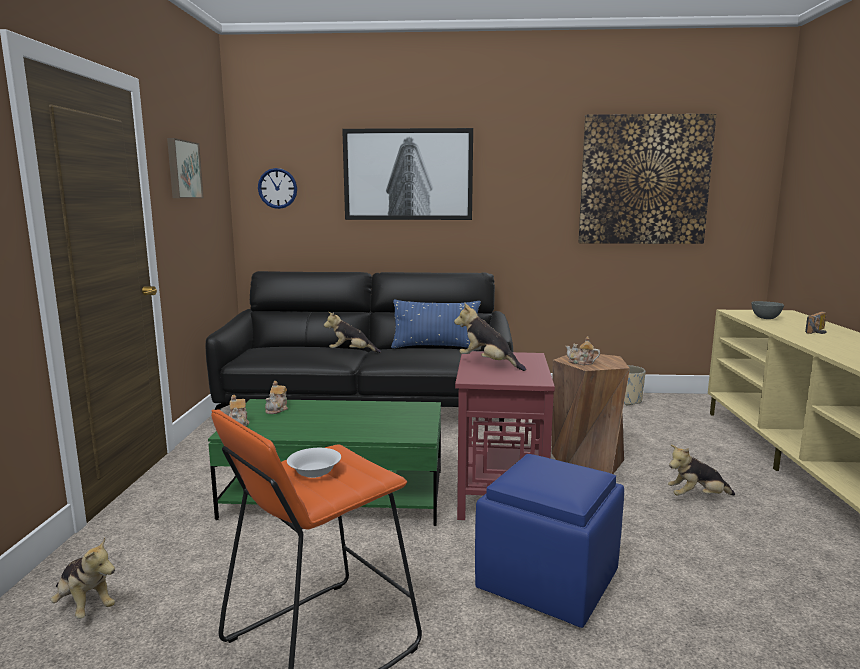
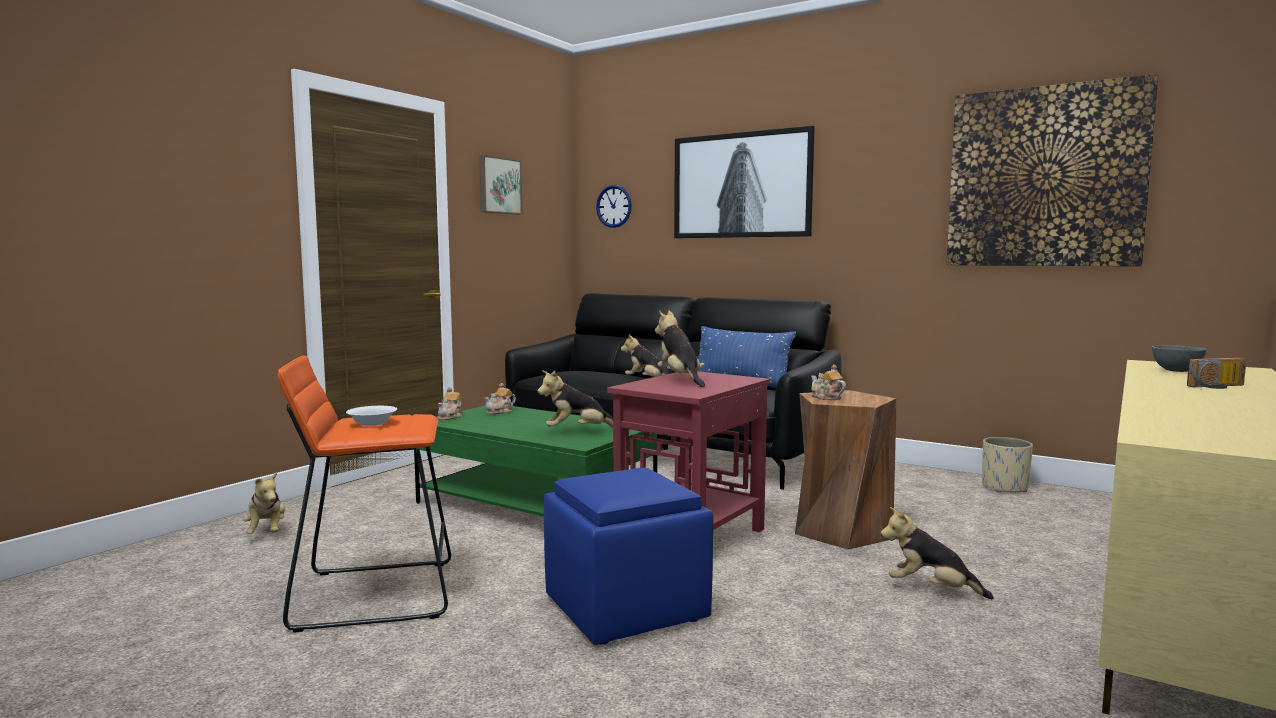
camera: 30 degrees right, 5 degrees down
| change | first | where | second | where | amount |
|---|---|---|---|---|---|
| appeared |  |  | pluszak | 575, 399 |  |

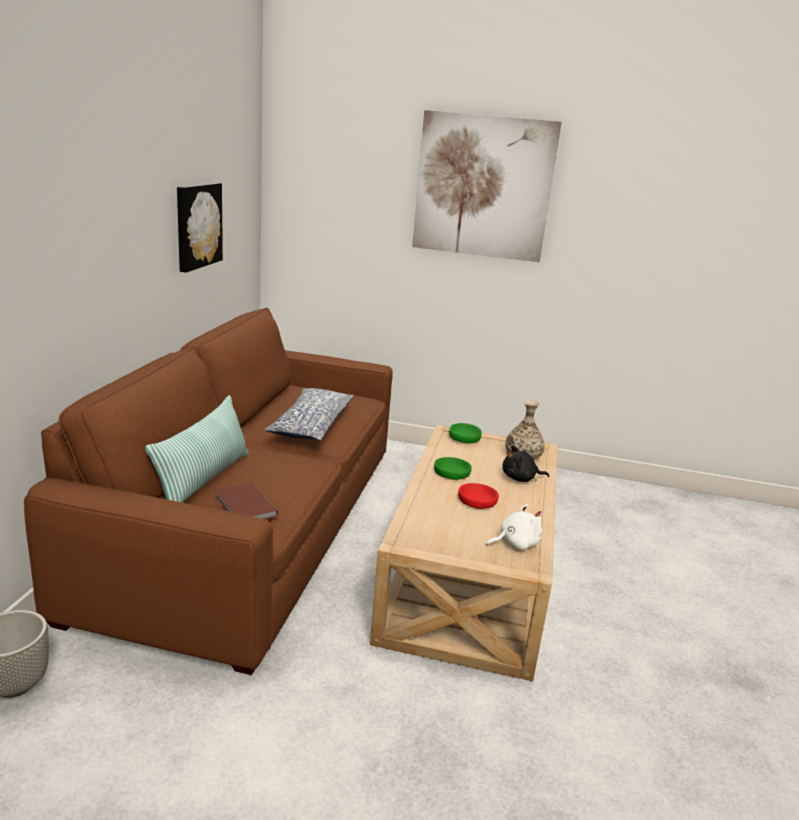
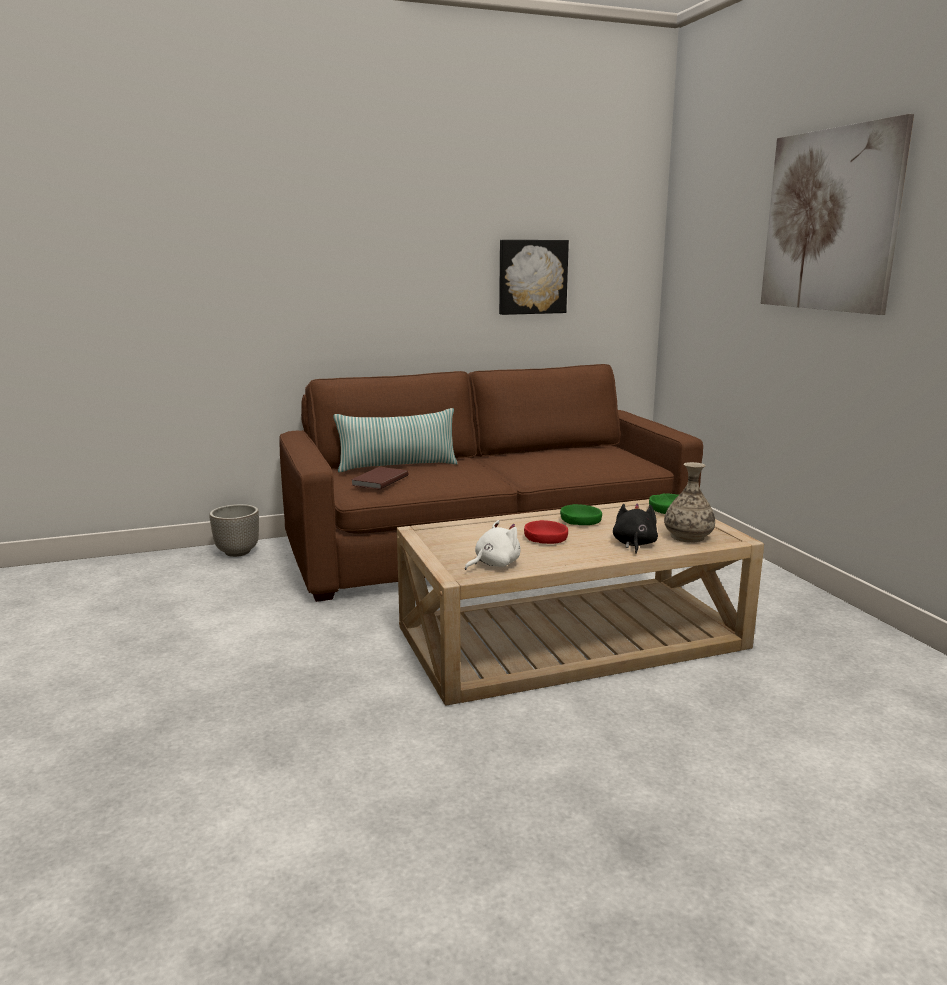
camera: 60 degrees right, 5 degrees down
| change | first | where | second | where | amount |
|---|---|---|---|---|---|
| missing | poduszka | 309, 414 |  |  |  |
| spun | pluszak [biały] | 514, 527 |  | 492, 545 | 75 degrees counterclockwise |
| spun | pluszak [czarny] | 525, 463 |  | 635, 528 | 45 degrees clockwise |

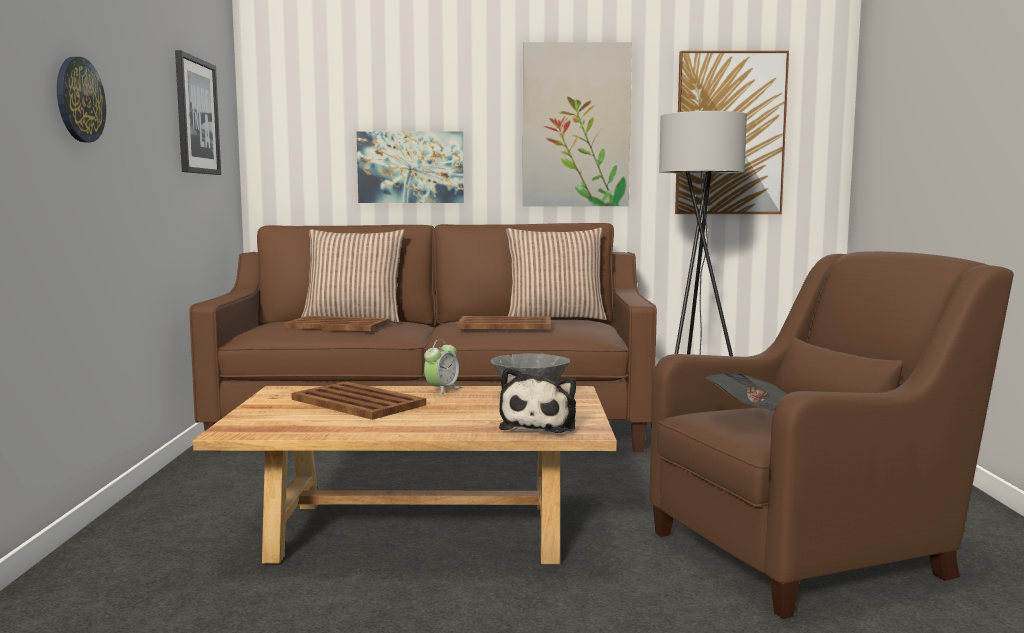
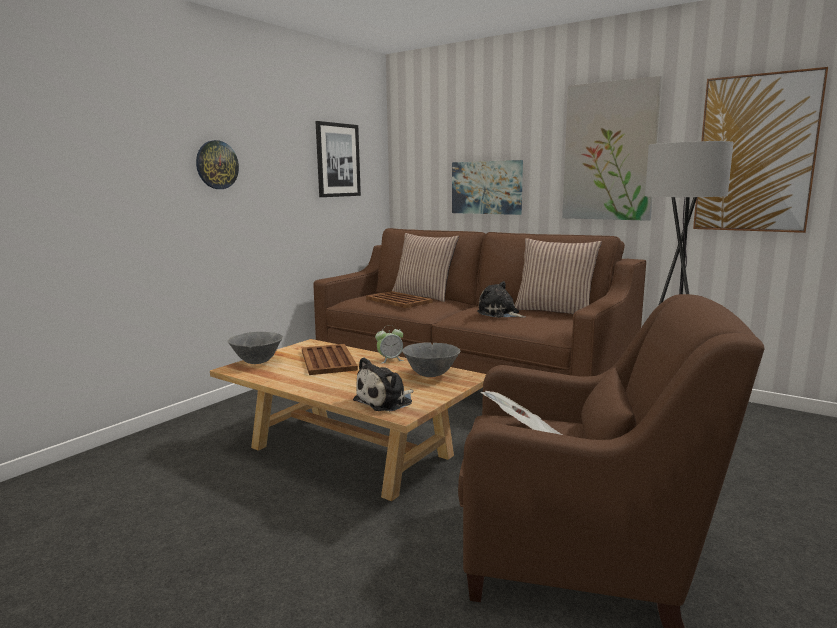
camera: 35 degrees right, 5 degrees up
| change | first | where | second | where | amount |
|---|---|---|---|---|---|
| appeared |  |  | miska [szary] | 255, 348 |  |
| exchanged | taca [brązowy] | 504, 322 | pluszak | 501, 299 |  |

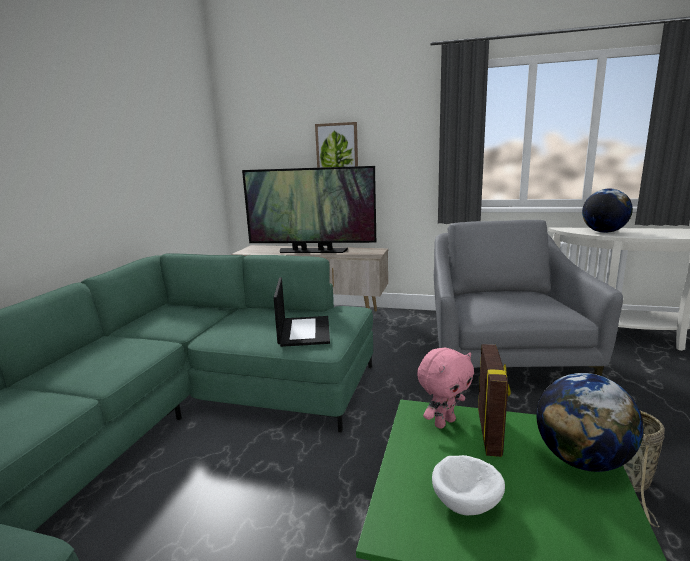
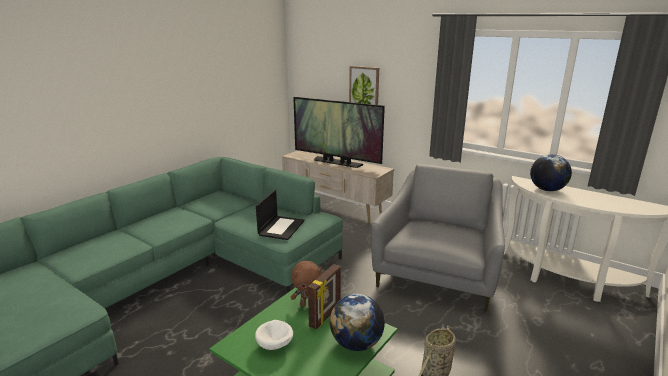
camera: 20 degrees right, 5 degrees up
| change | first | where | second | where | amount |
|---|---|---|---|---|---|
| colour | pluszak [różowy] | 445, 388 | pluszak [brązowy] | 306, 284 |  |

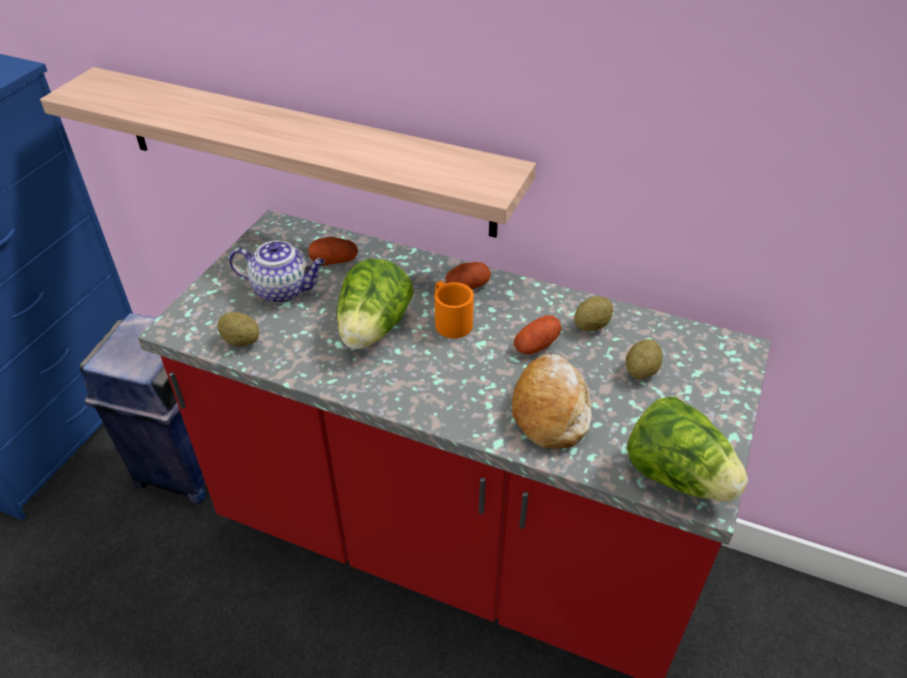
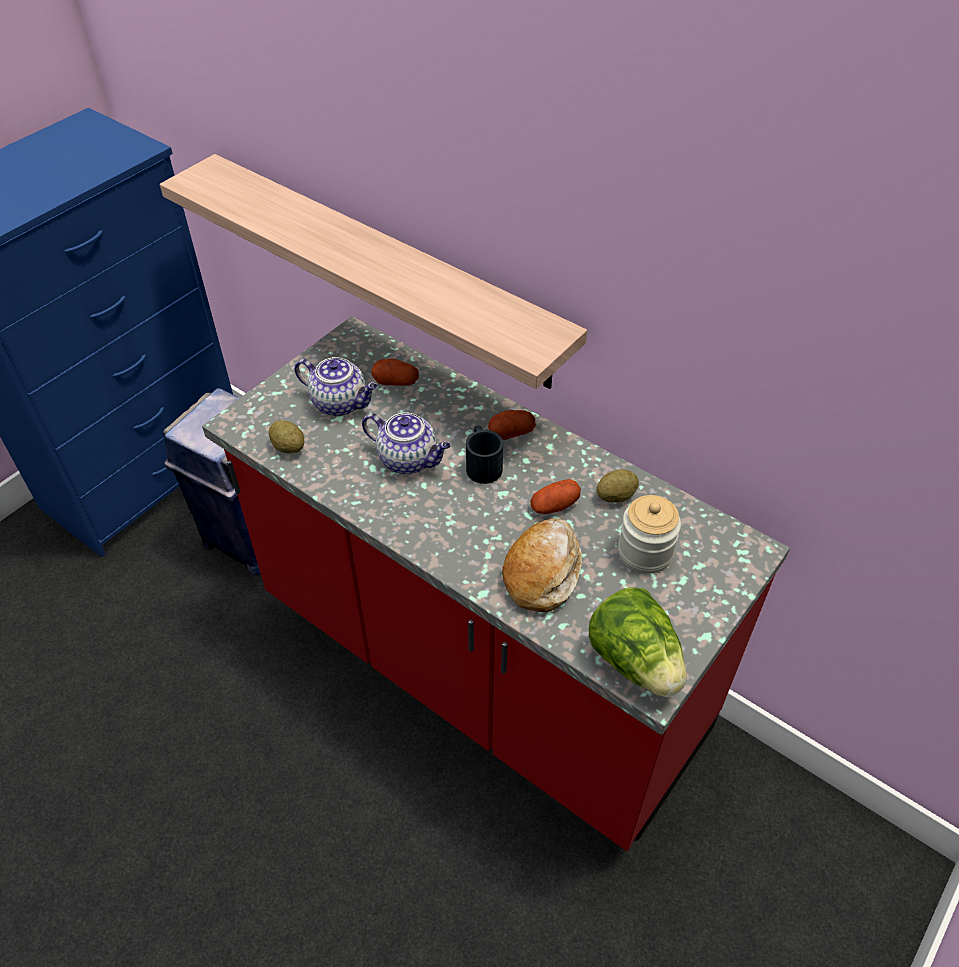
camera: 15 degrees right, 5 degrees up
| change | first | where | second | where | amount |
|---|---|---|---|---|---|
| exchanged | sałata | 375, 303 | imbryk | 406, 443 |  |
| exchanged | ziemniak | 643, 359 | słoik | 649, 534 |  |
| colour | kubek [pomarańczowy] | 454, 309 | kubek [czarny] | 484, 455 |  |

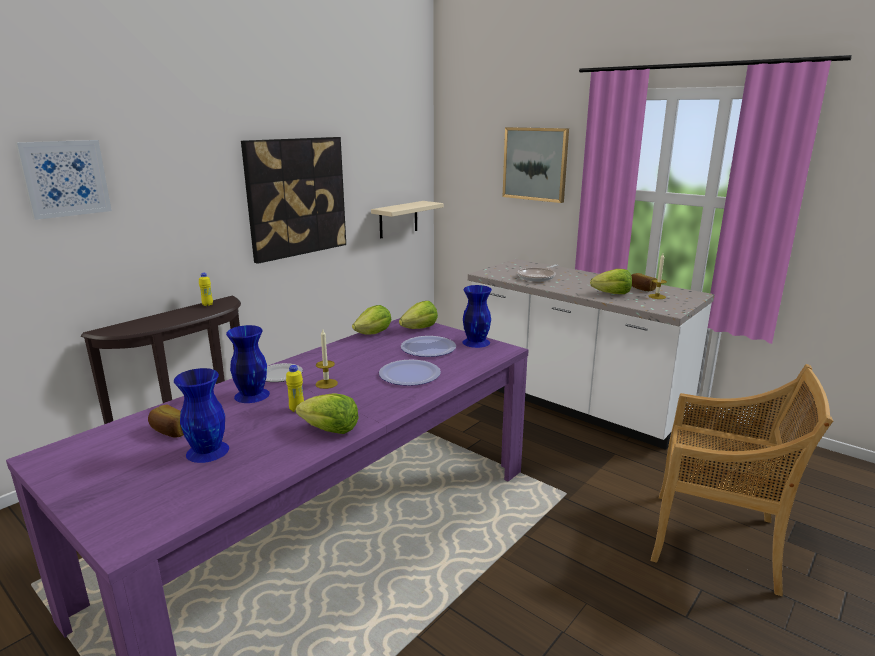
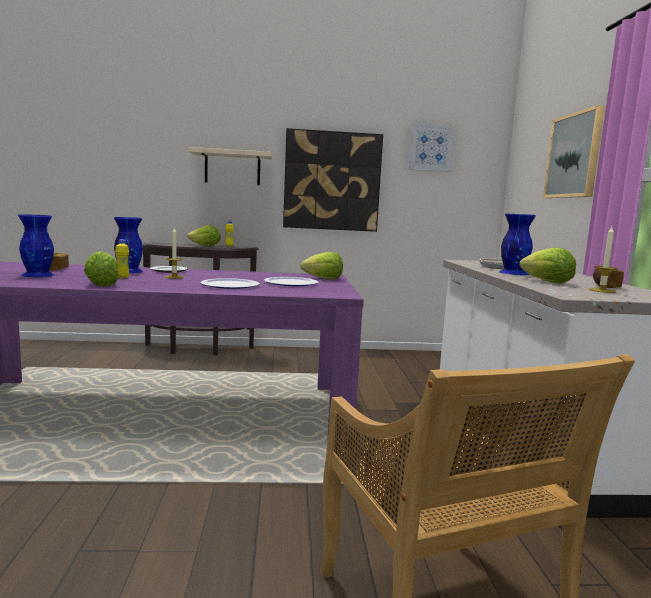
camera: 45 degrees right, 10 degrees down
| change | first | where | second | where | amount |
|---|---|---|---|---|---|
| relocated | obraz | 63, 180 |  | 432, 147 |  |
| relocated | sałata | 371, 320 |  | 204, 236 |  |
| relocated | półka [beżowy] | 407, 219 |  | 230, 166 |  |
| relocated | wazon [niebieski] | 477, 316 |  | 517, 244 |  |

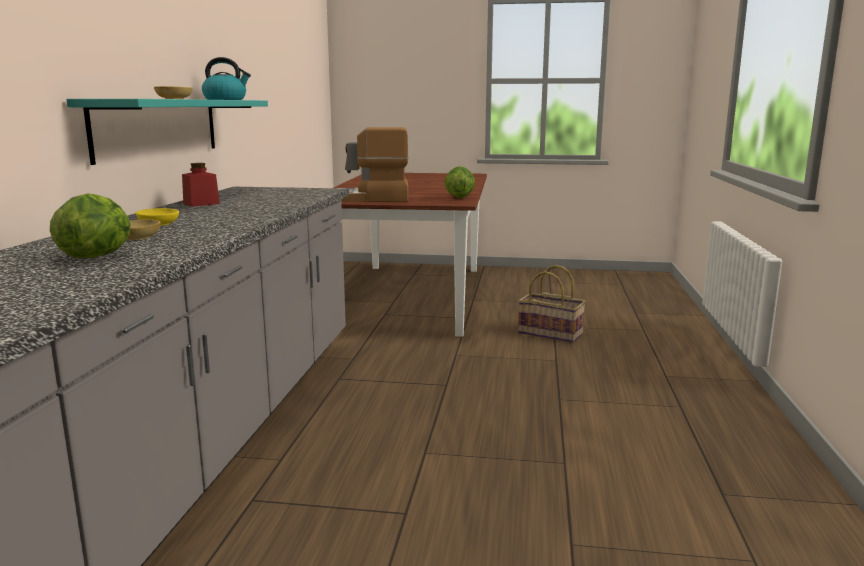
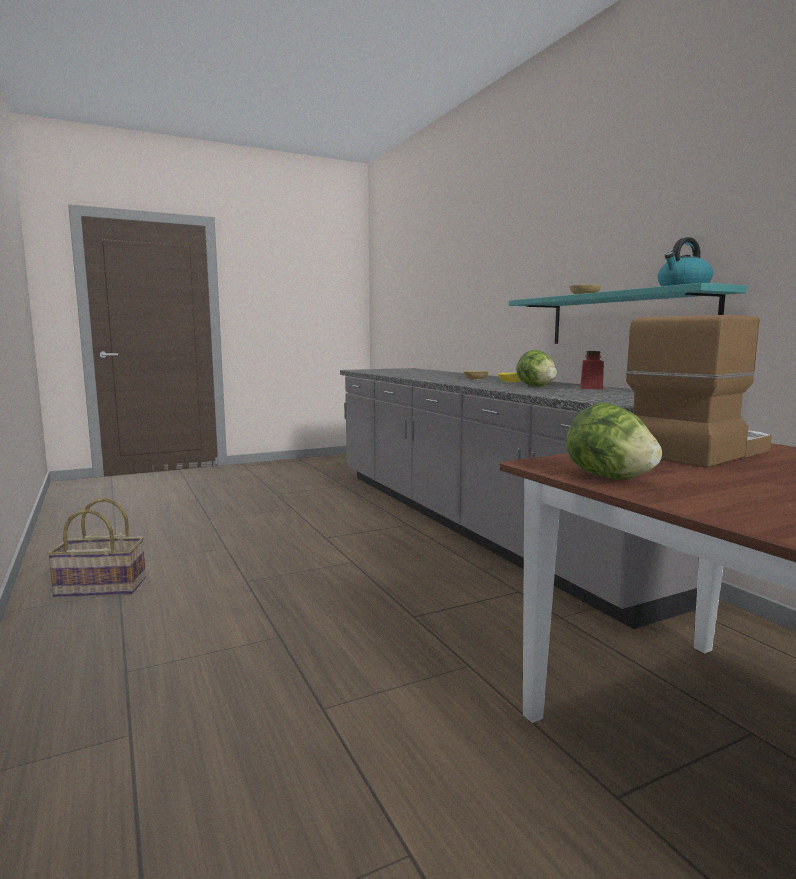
camera: 145 degrees right, 5 degrees down
| change | first | where | second | where | amount |
|---|---|---|---|---|---|
| relocated | sałata | 90, 226 |  | 536, 368 |  |
| relocated | koszyk | 552, 304 |  | 96, 547 |  |

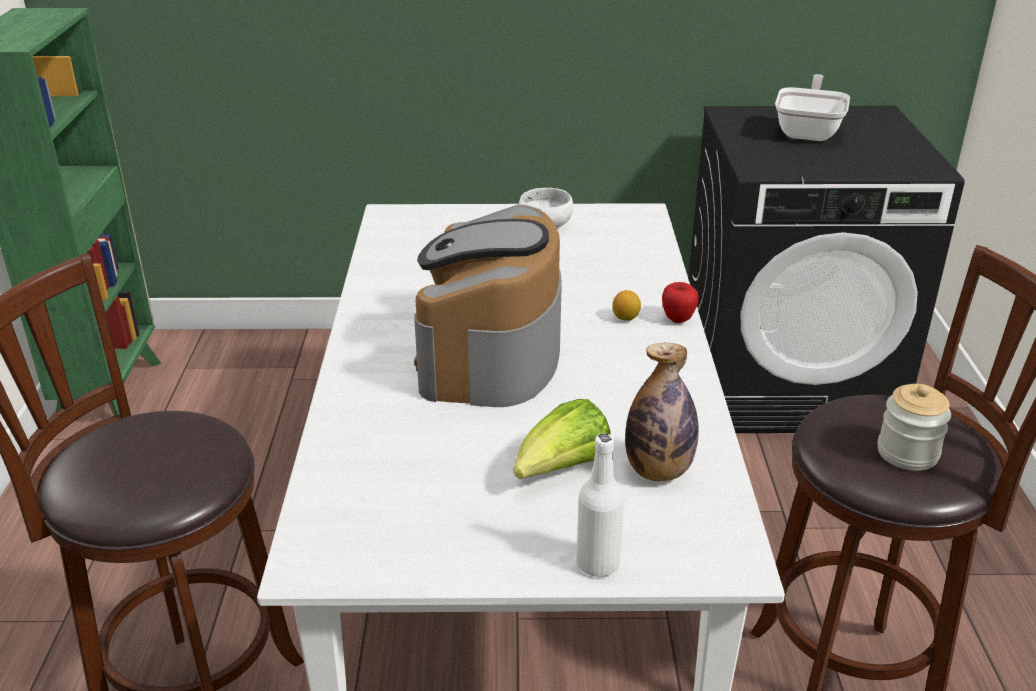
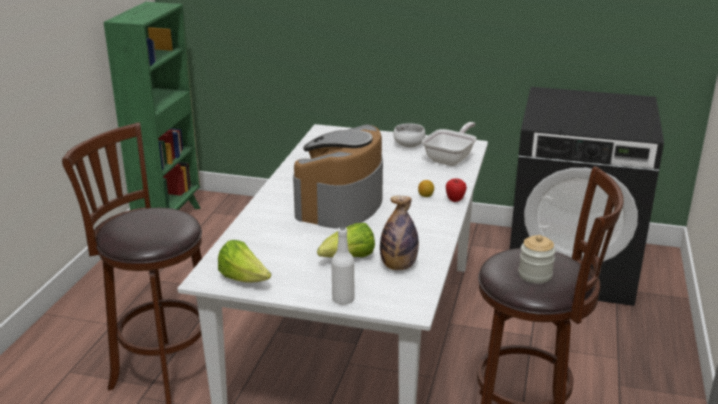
camera: 15 degrees right, 5 degrees down
| change | first | where | second | where | amount |
|---|---|---|---|---|---|
| appeared |  |  | sałata | 244, 261 |  |
| relocated | patelnia | 812, 107 |  | 449, 144 |  |

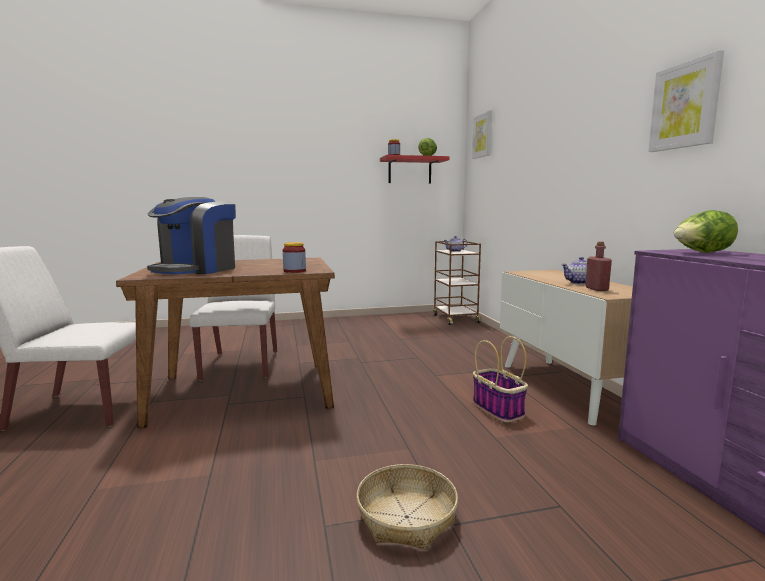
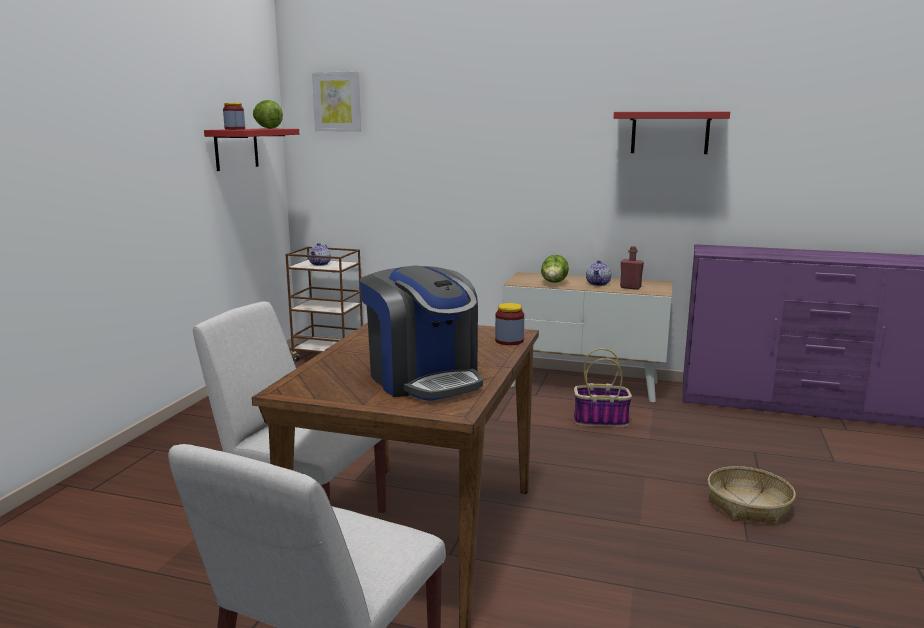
camera: 60 degrees left, 5 degrees up
| change | first | where | second | where | amount |
|---|---|---|---|---|---|
| relocated | sałata | 706, 231 |  | 555, 269 |  |
| exchanged | obraz | 686, 101 | półka [czerwony] | 672, 133 |  |

